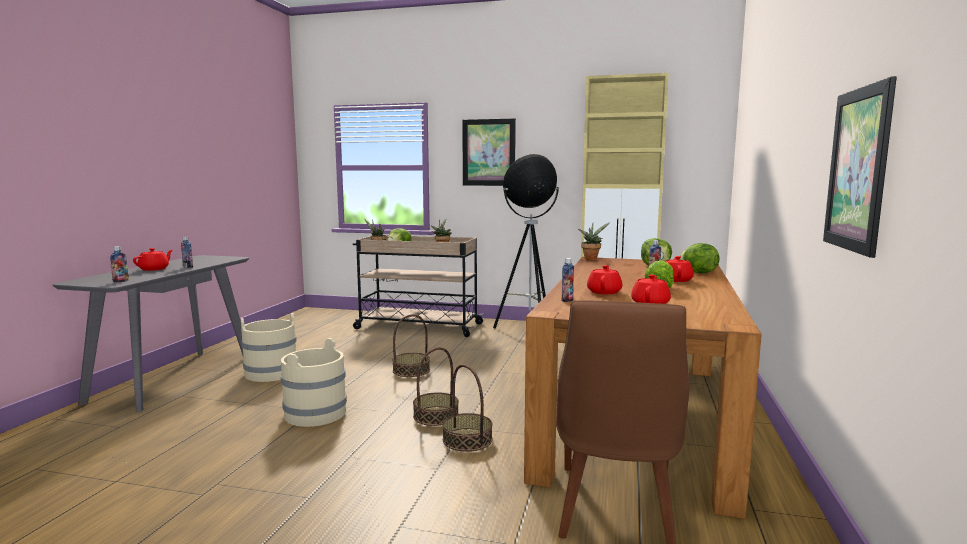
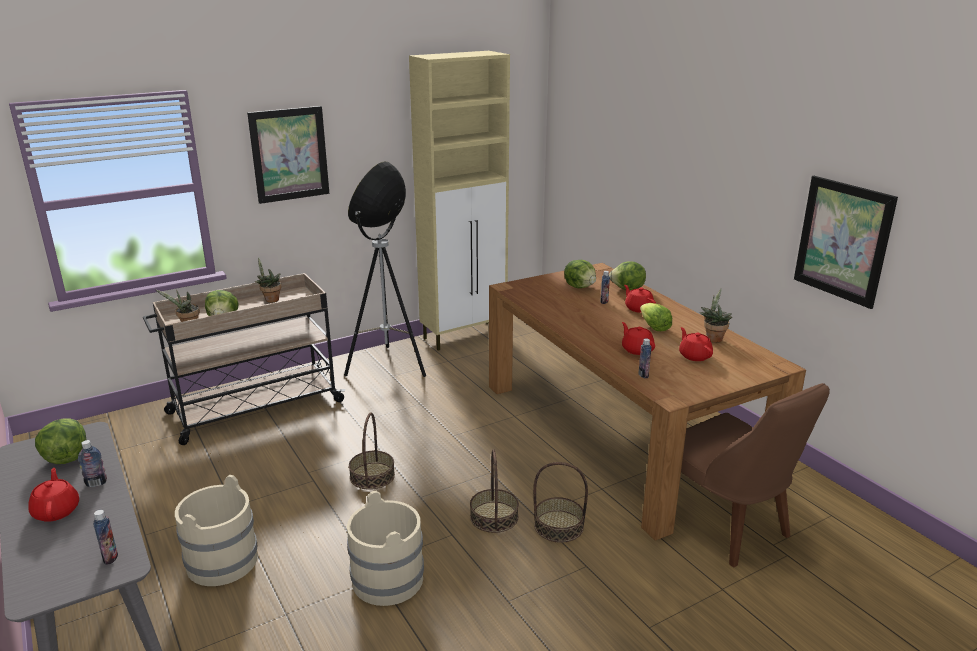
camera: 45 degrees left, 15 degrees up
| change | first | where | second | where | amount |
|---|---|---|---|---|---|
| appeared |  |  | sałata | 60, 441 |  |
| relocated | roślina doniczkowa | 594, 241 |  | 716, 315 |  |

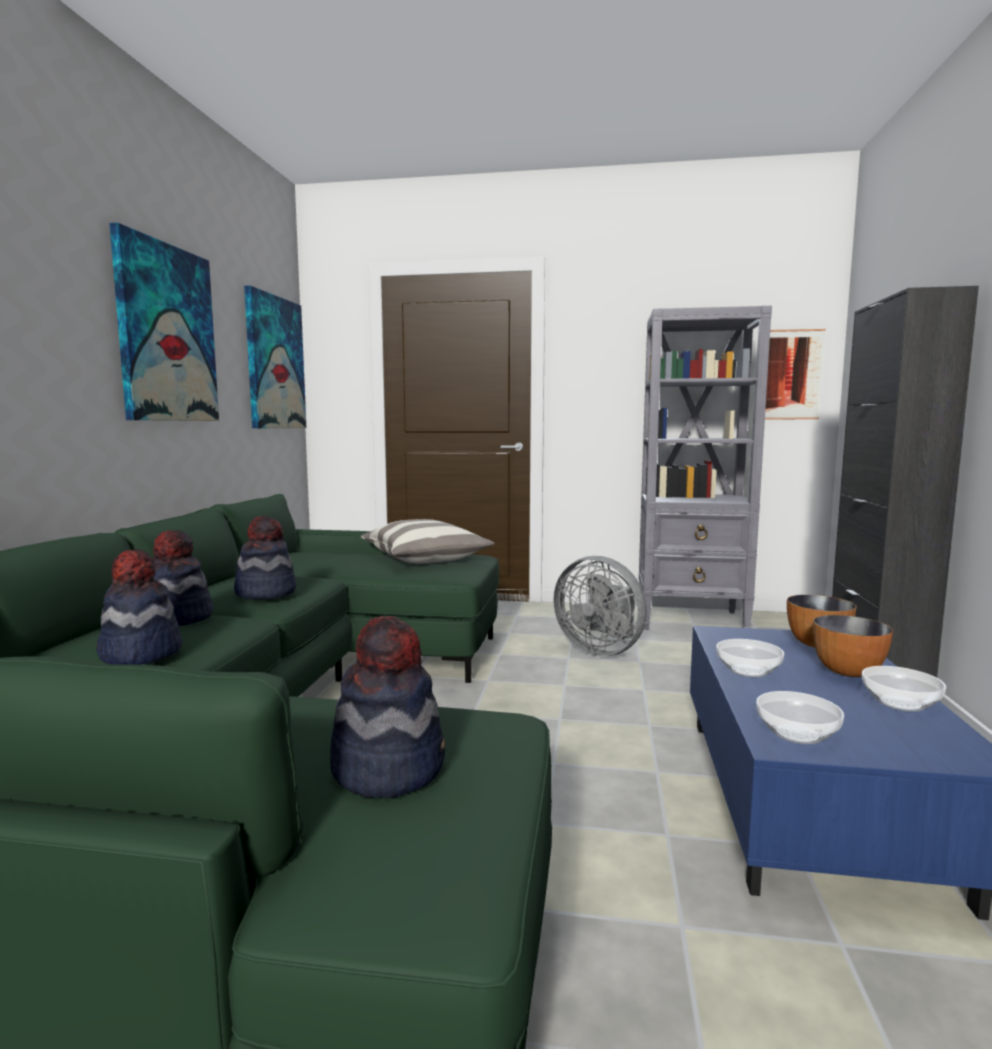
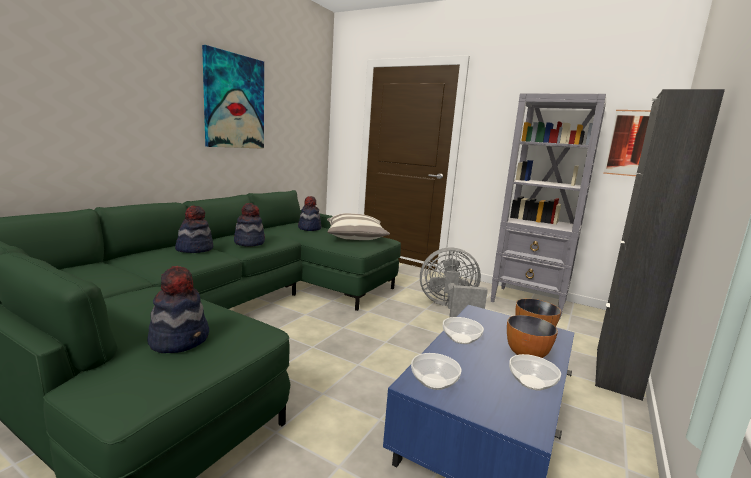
camera: 20 degrees right, 5 degrees up
| change | first | where | second | where | amount |
|---|---|---|---|---|---|
| missing | obraz | 275, 356 |  |  |  |
| relocated | kapelusz | 139, 607 |  | 310, 213 |  |
| spun | wentylator [szary] | 600, 606 |  | 454, 282 | 120 degrees clockwise |

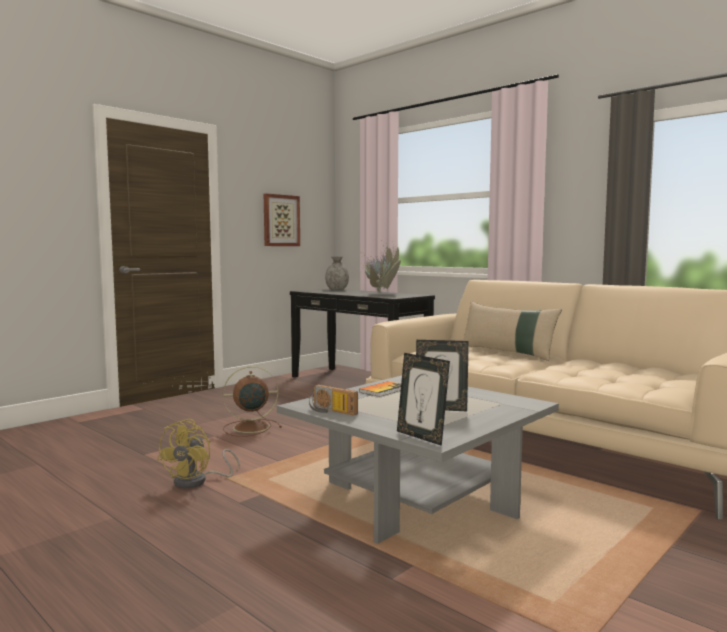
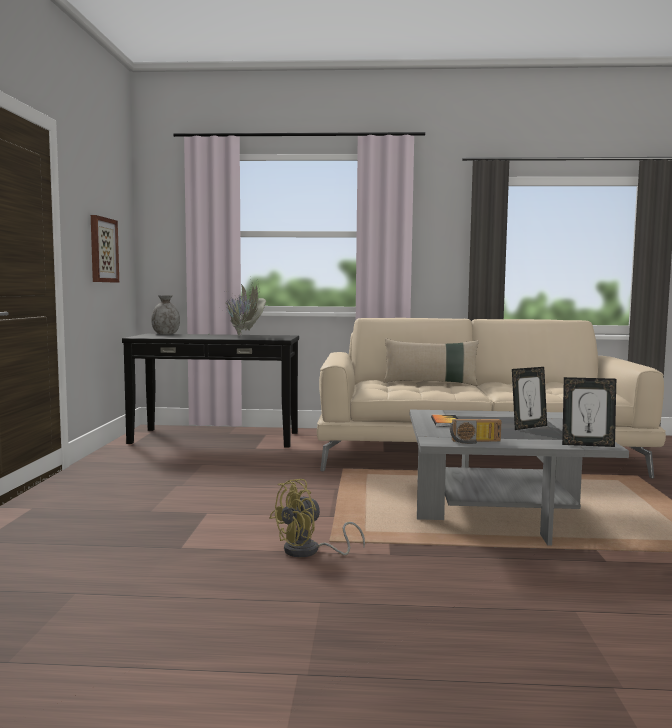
camera: 40 degrees left, 0 degrees up
| change | first | where | second | where | amount |
|---|---|---|---|---|---|
| missing | wentylator [brązowy] | 252, 401 |  |  |  |
| spun | wentylator [żółty] | 198, 453 |  | 317, 518 | 75 degrees clockwise |

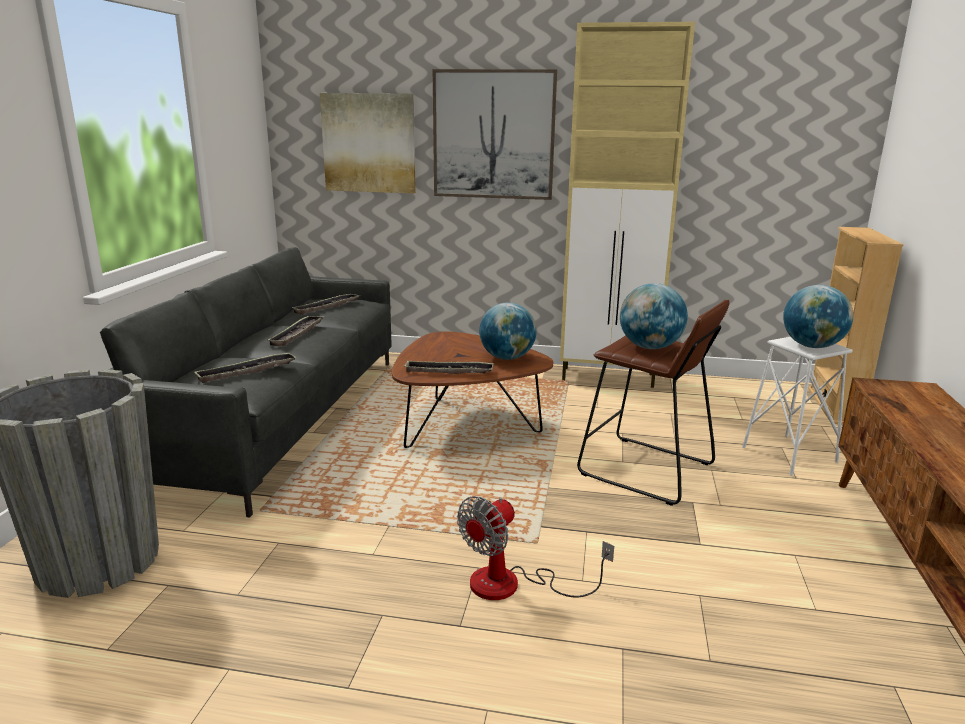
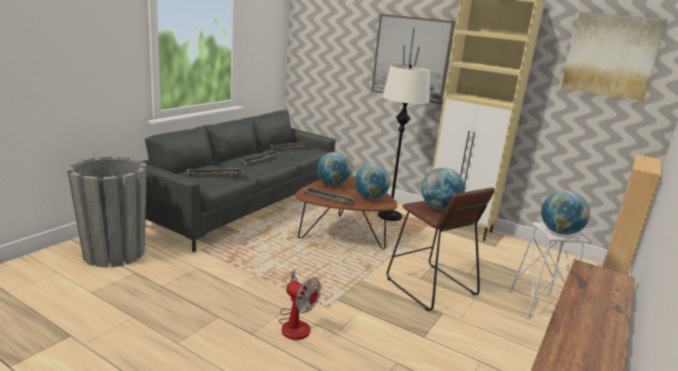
camera: 20 degrees right, 0 degrees up
| change | first | where | second | where | amount |
|---|---|---|---|---|---|
| appeared |  |  | globus | 334, 169 |  |
| appeared |  |  | lampa stojąca [biały] | 404, 142 |  |
| relocated | obraz | 368, 143 |  | 614, 56 |  |
| spun | wentylator | 535, 548 |  | 300, 305 | 120 degrees counterclockwise |

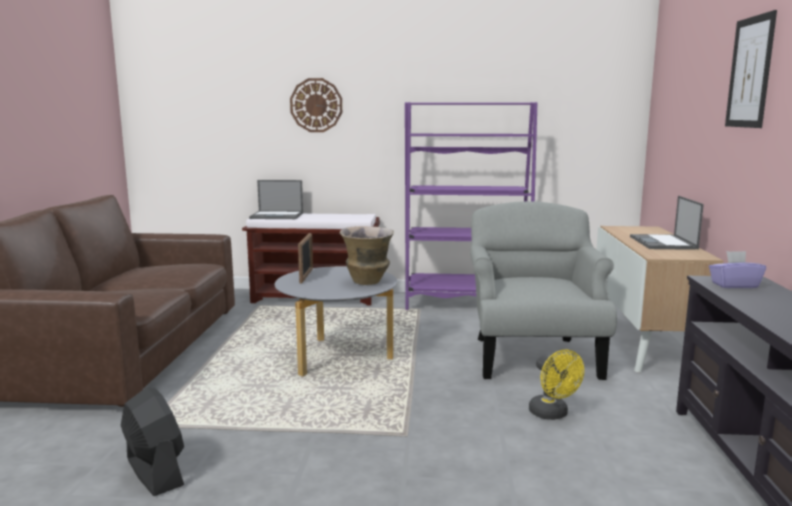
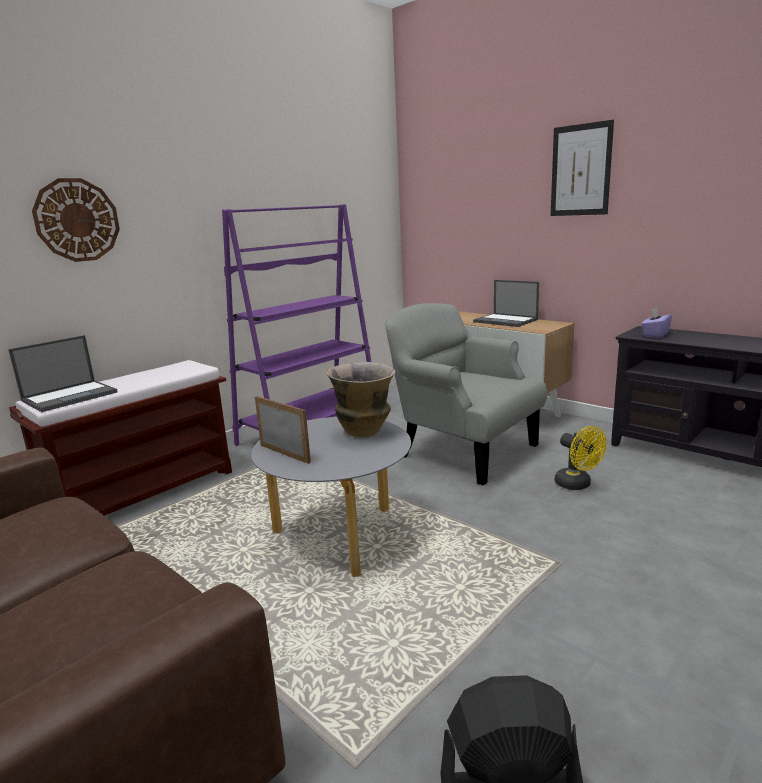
camera: 50 degrees left, 5 degrees up
| change | first | where | second | where | amount |
|---|---|---|---|---|---|
| spun | wentylator [żółty] | 556, 385 |  | 580, 458 | 45 degrees clockwise |

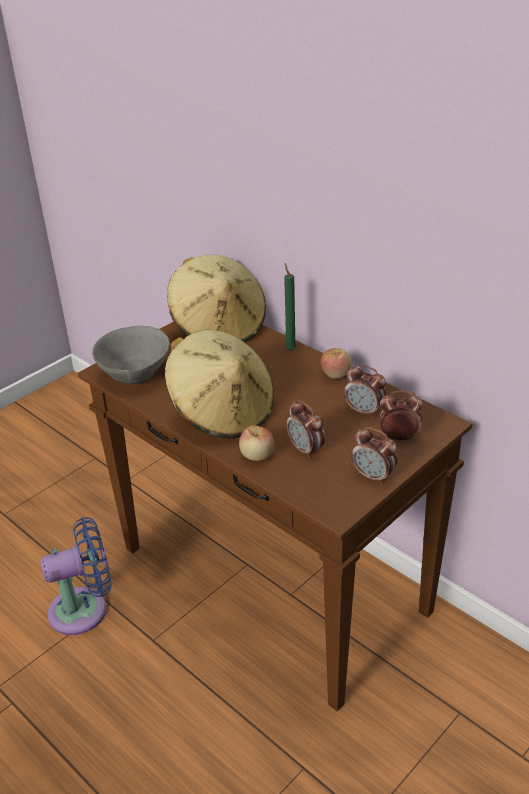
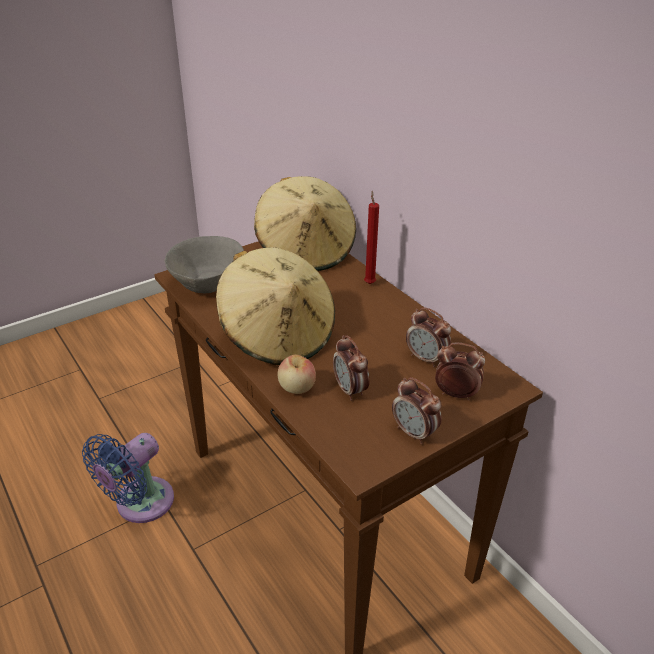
camera: 10 degrees right, 0 degrees up
| change | first | where | second | where | amount |
|---|---|---|---|---|---|
| missing | jabłko | 336, 363 |  |  |  |
| colour | świeca [zielony] | 290, 306 | świeca [czerwony] | 371, 237 |  |
| spun | wentylator [niebieski] | 76, 576 |  | 128, 478 | 135 degrees clockwise |

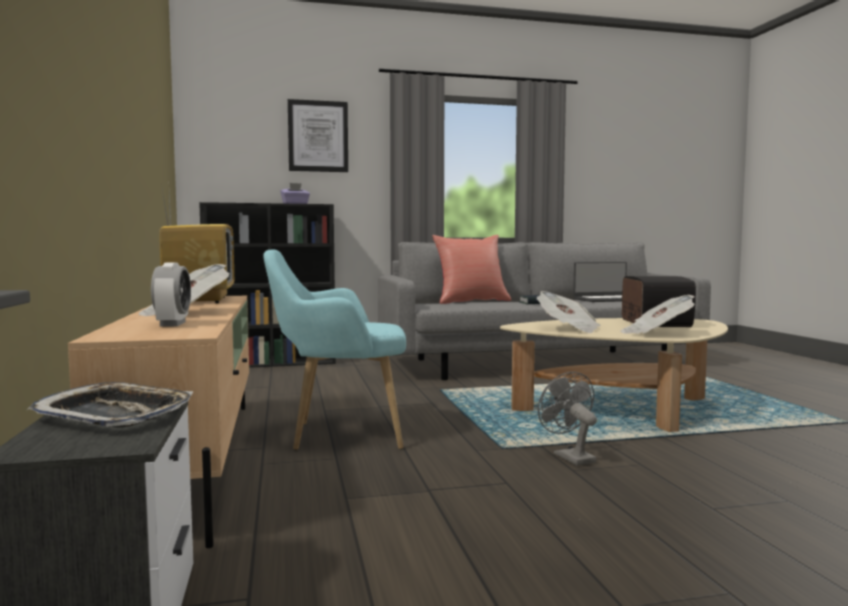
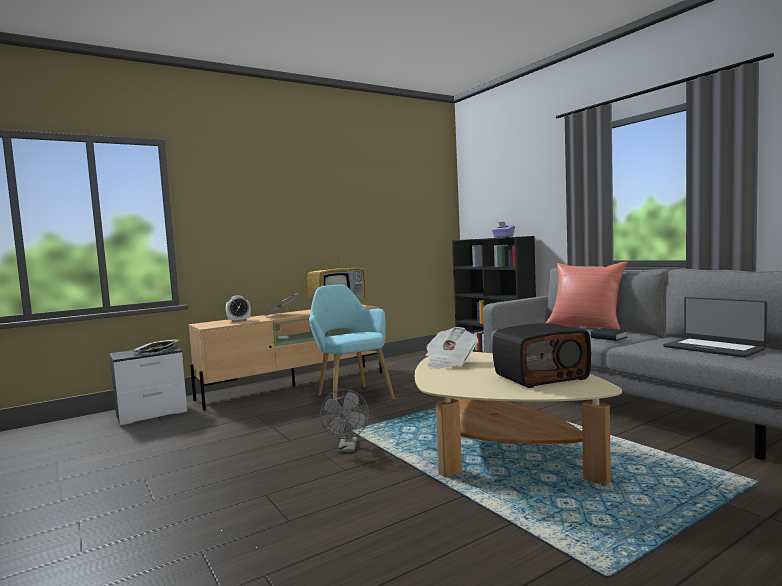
camera: 70 degrees right, 0 degrees up
| change | first | where | second | where | amount |
|---|---|---|---|---|---|
| missing | obraz | 318, 135 |  |  |  |
| missing | gazeta | 657, 314 |  |  |  |
| spun | wentylator [szary] | 567, 419 |  | 344, 420 | 135 degrees clockwise |

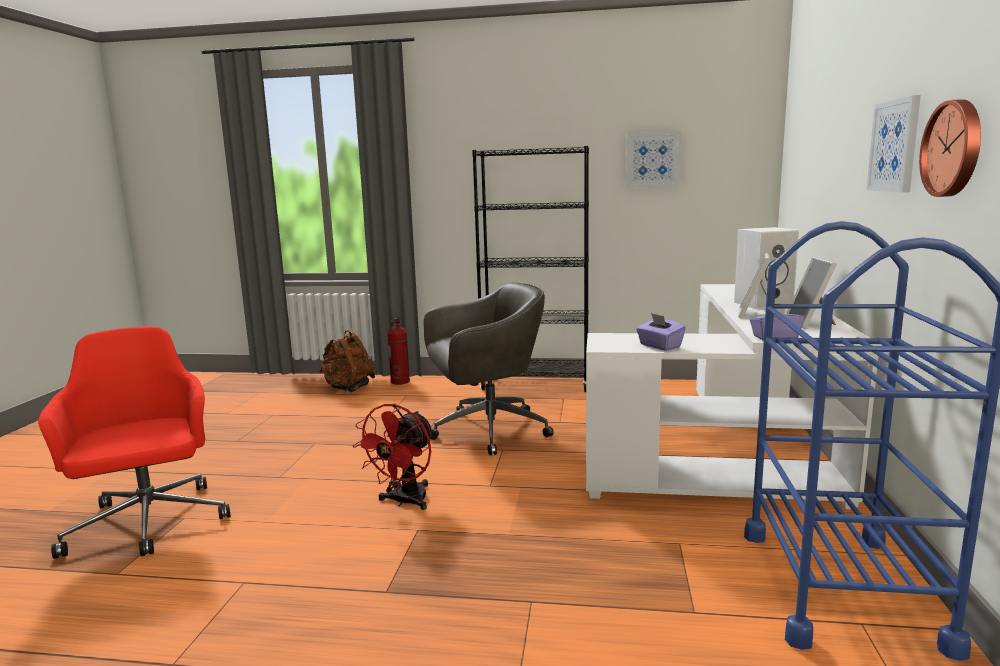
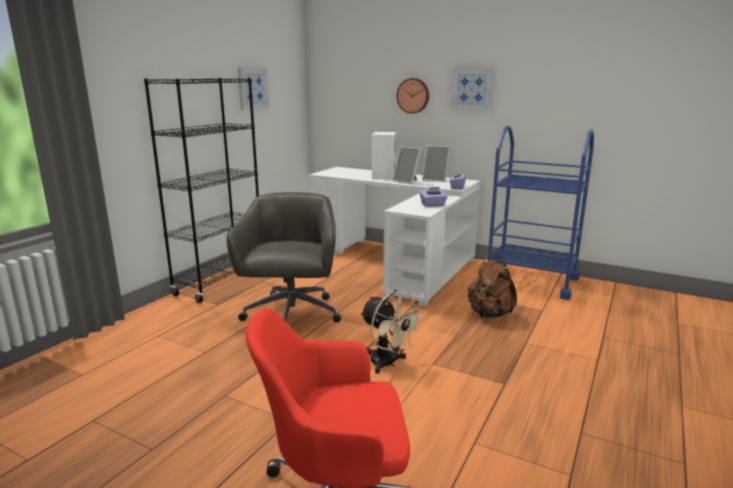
camera: 70 degrees left, 5 degrees up
| change | first | where | second | where | amount |
|---|---|---|---|---|---|
| missing | gaśnica | 399, 351 |  |  |  |
| relocated | plecak [brązowy] | 347, 361 |  | 492, 287 |  |
| relocated | zegar ścienny | 950, 148 |  | 412, 96 |  |
| colour | wentylator [czerwony] | 393, 457 | wentylator [beżowy] | 392, 331 |  |

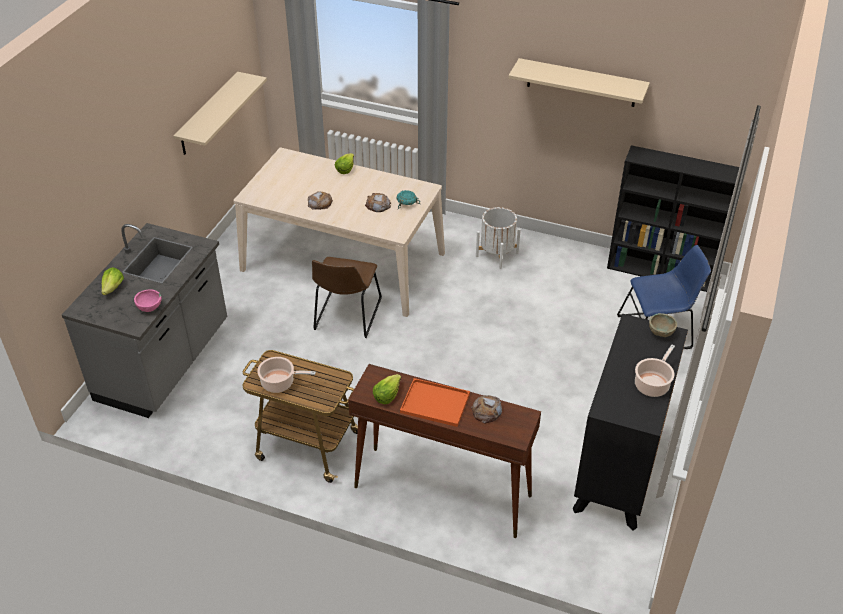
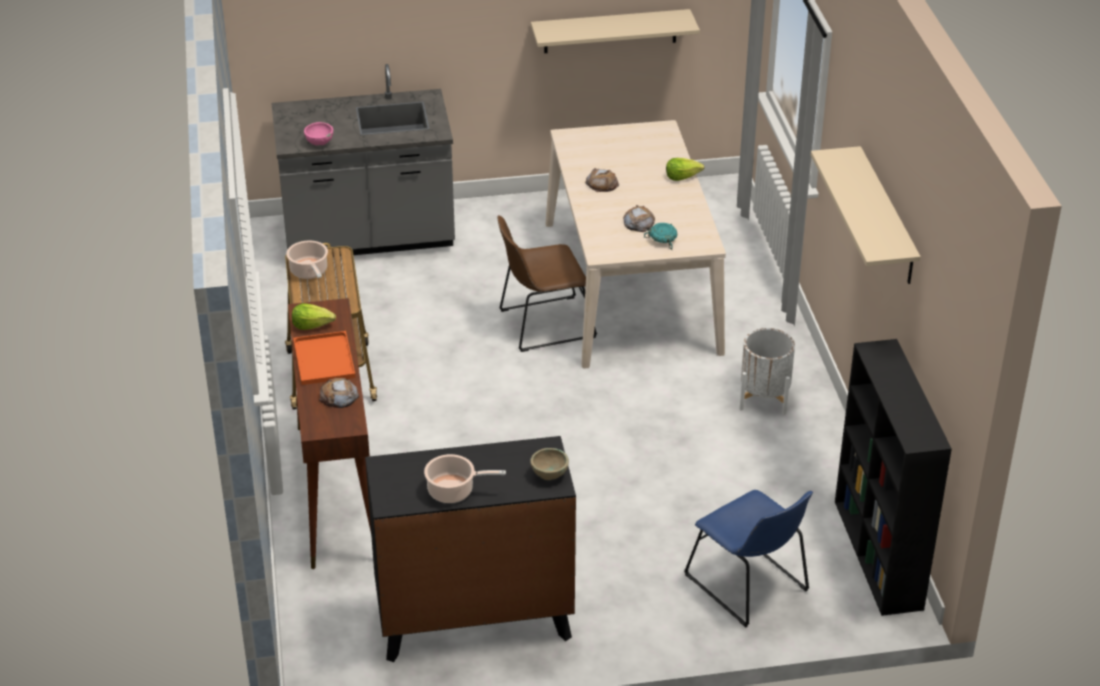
camera: 60 degrees right, 5 degrees down
| change | first | where | second | where | amount |
|---|---|---|---|---|---|
| missing | sałata | 112, 281 |  |  |  |

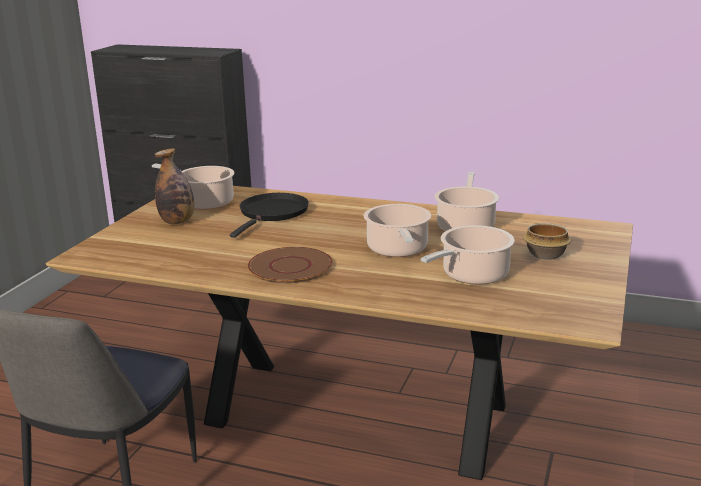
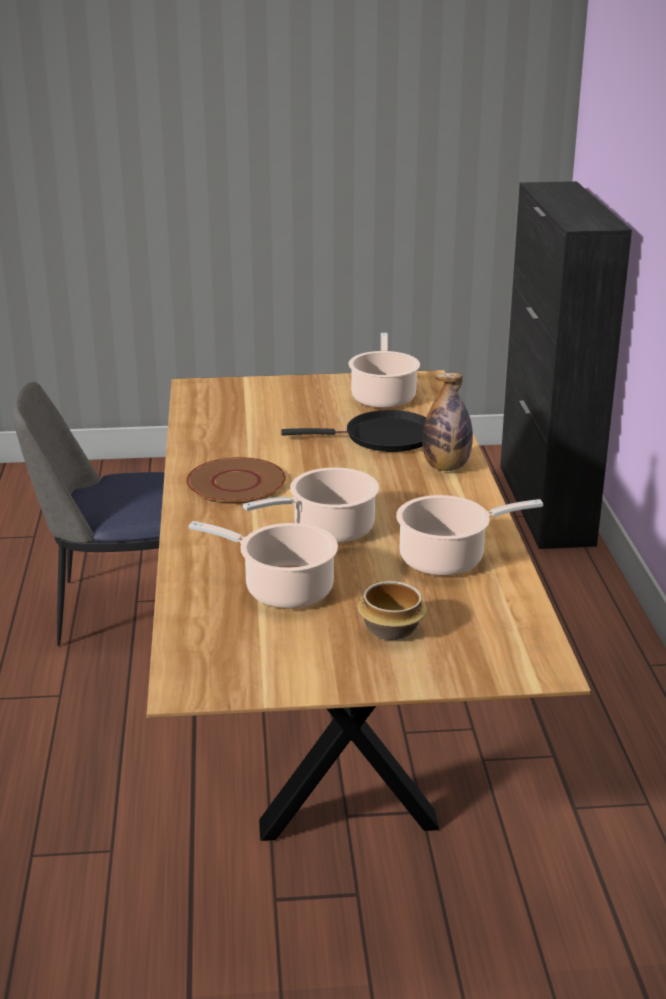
camera: 65 degrees right, 5 degrees up
| change | first | where | second | where | amount |
|---|---|---|---|---|---|
| relocated | butelka | 174, 186 |  | 448, 422 |  |

